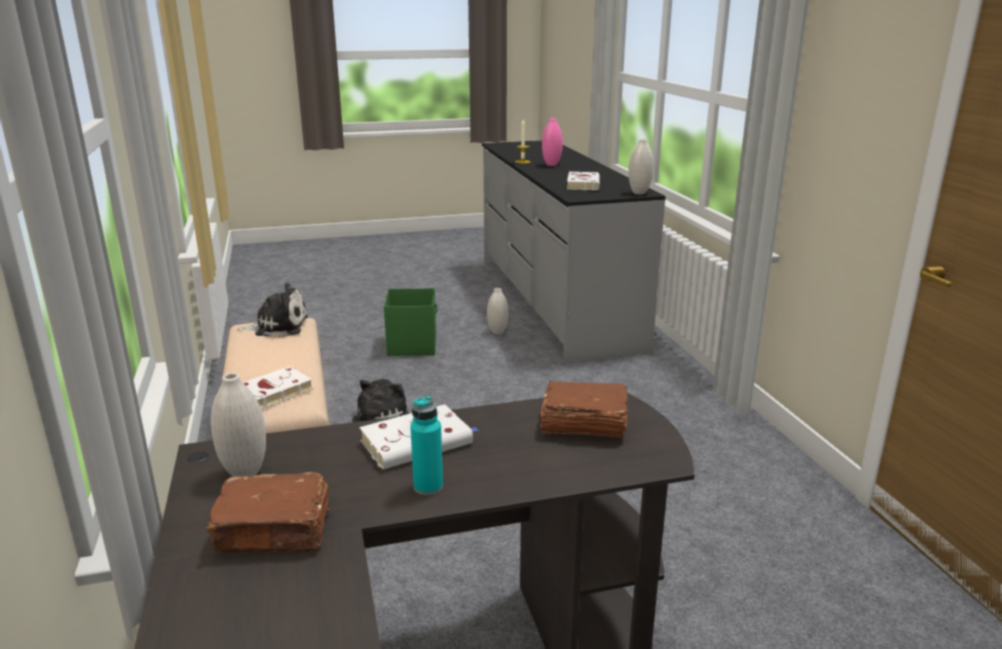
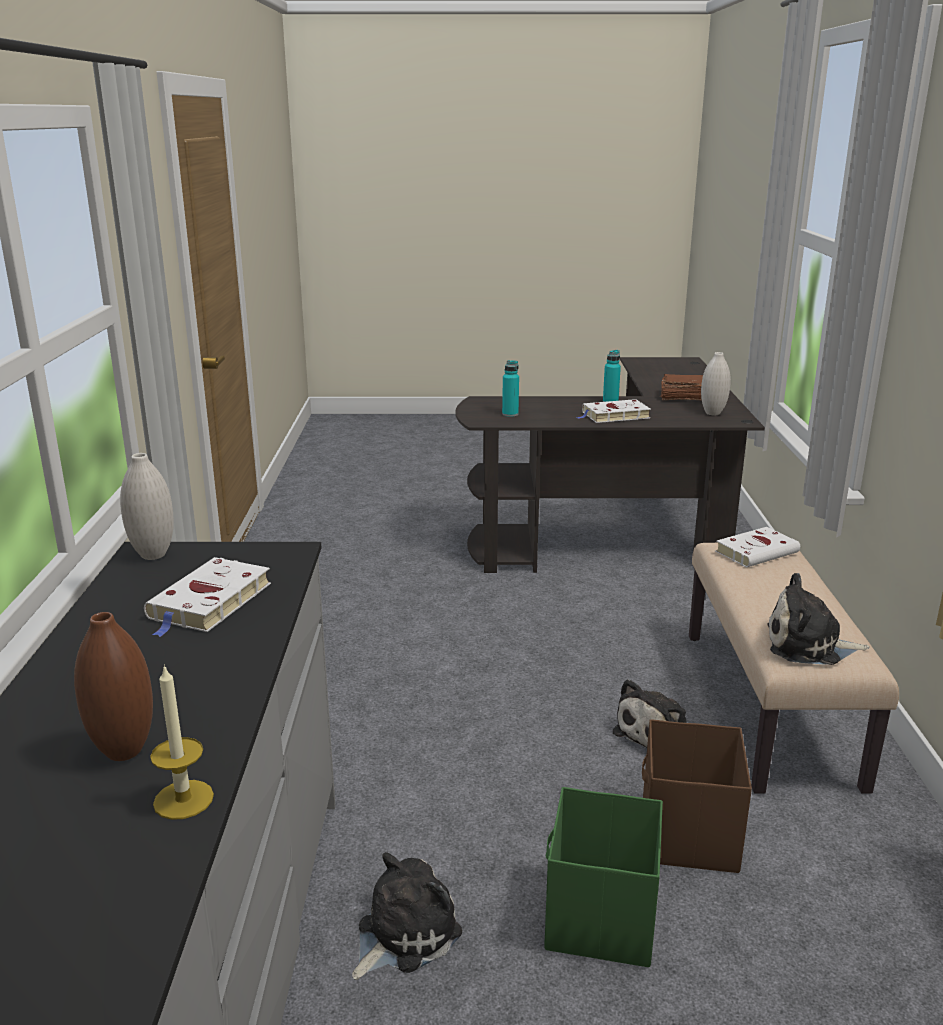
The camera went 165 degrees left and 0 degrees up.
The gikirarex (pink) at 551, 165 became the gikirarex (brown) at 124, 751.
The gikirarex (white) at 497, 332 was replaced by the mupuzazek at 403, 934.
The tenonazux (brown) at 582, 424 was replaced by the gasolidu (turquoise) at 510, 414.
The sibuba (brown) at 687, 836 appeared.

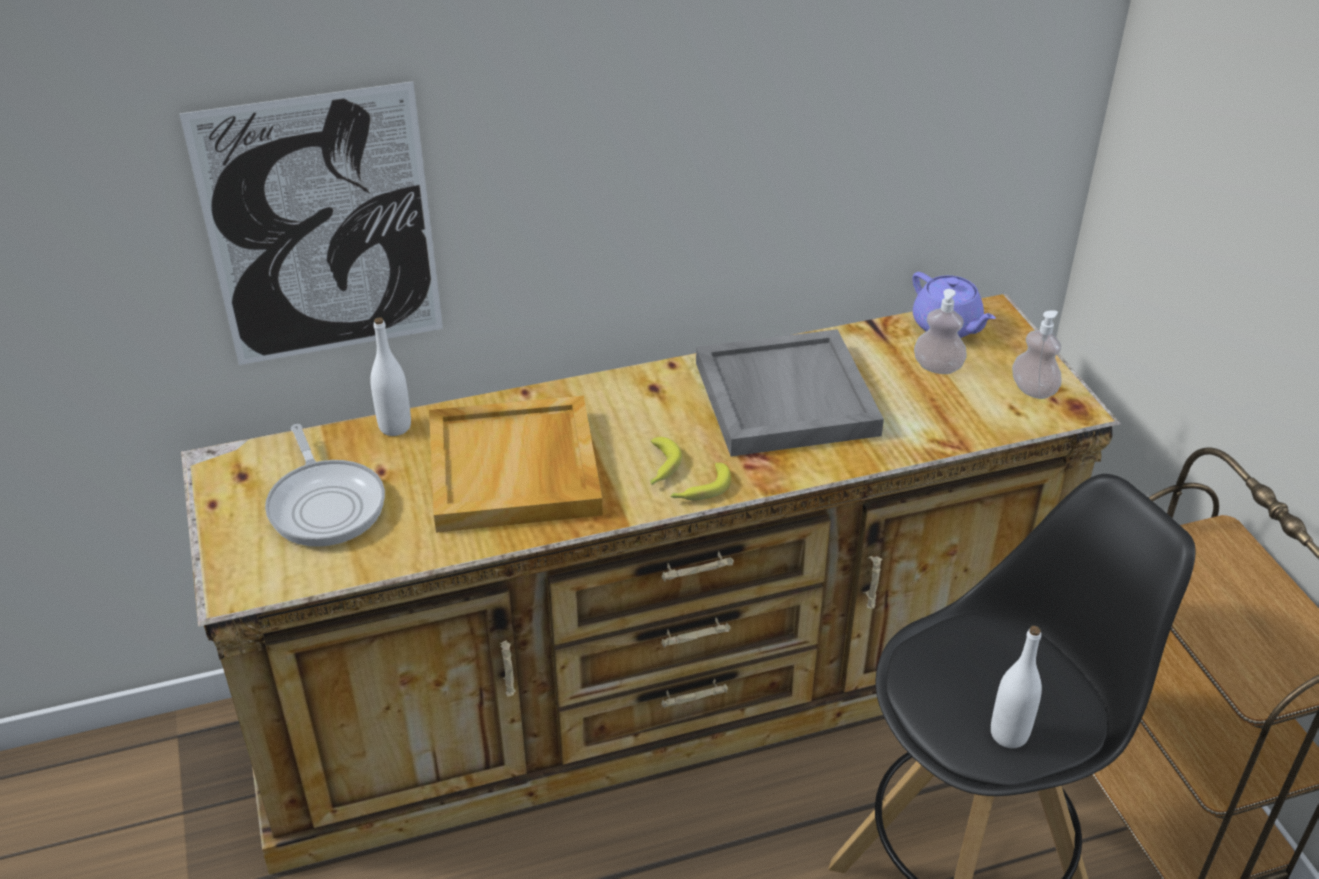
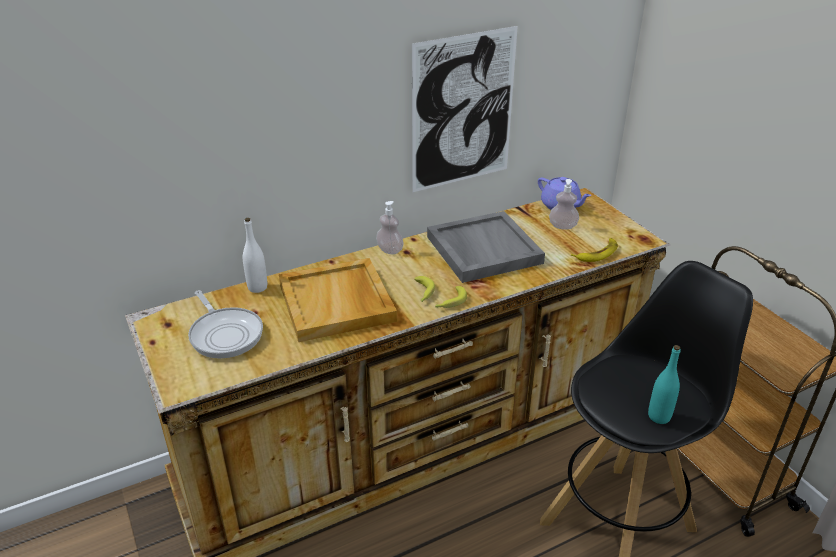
The camera went 10 degrees left and 5 degrees down.
The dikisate moved from 321, 229 to 463, 111.
The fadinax moved from 1033, 390 to 390, 250.
The gasolidu (white) at 1009, 734 became the gasolidu (turquoise) at 659, 416.
The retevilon at 597, 253 appeared.

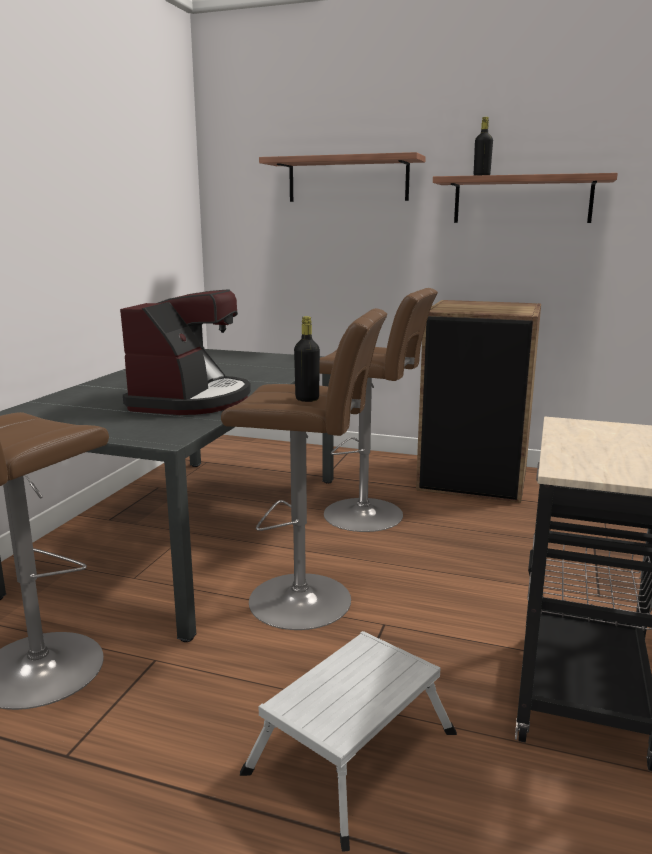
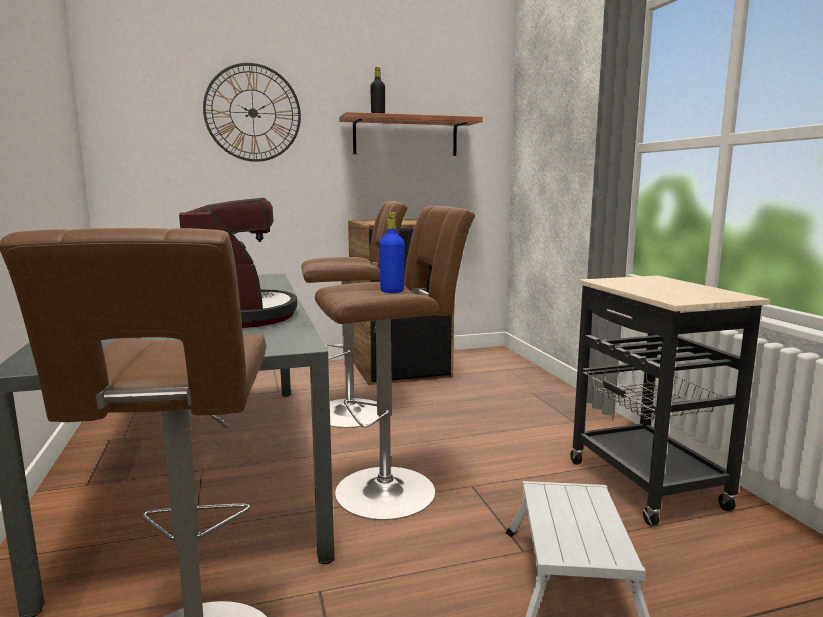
The camera went 35 degrees left and 5 degrees down.
The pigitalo at 348, 180 was replaced by the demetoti at 253, 113.
The gasolidu (black) at 307, 399 became the gasolidu (blue) at 392, 291.

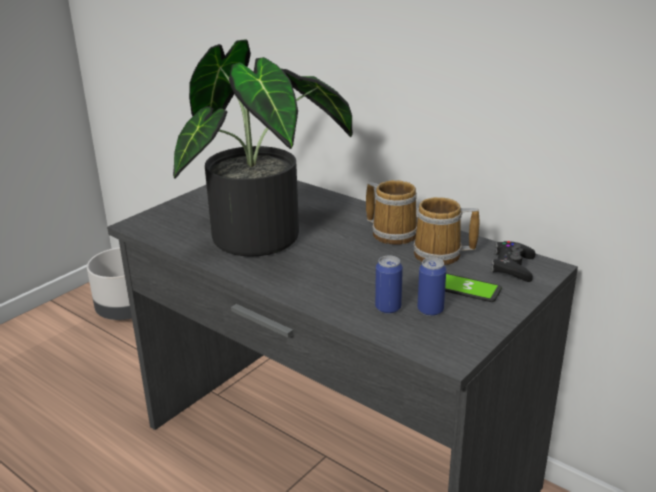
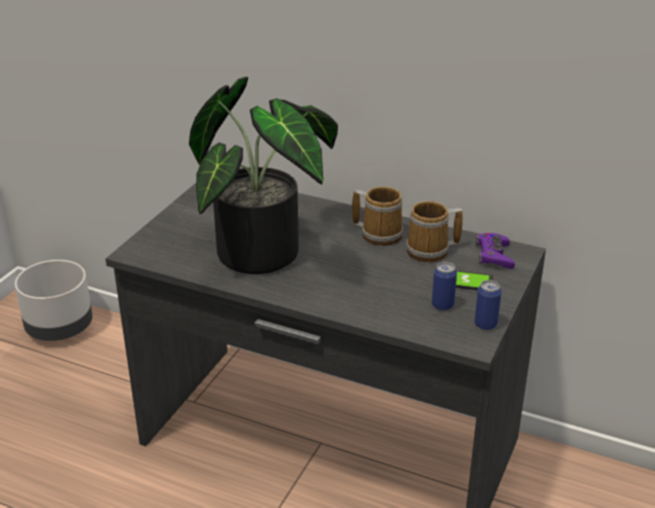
The camera went 15 degrees left and 5 degrees up.
The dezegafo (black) at 512, 267 became the dezegafo (purple) at 494, 256.
The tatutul moved from 388, 308 to 485, 324.

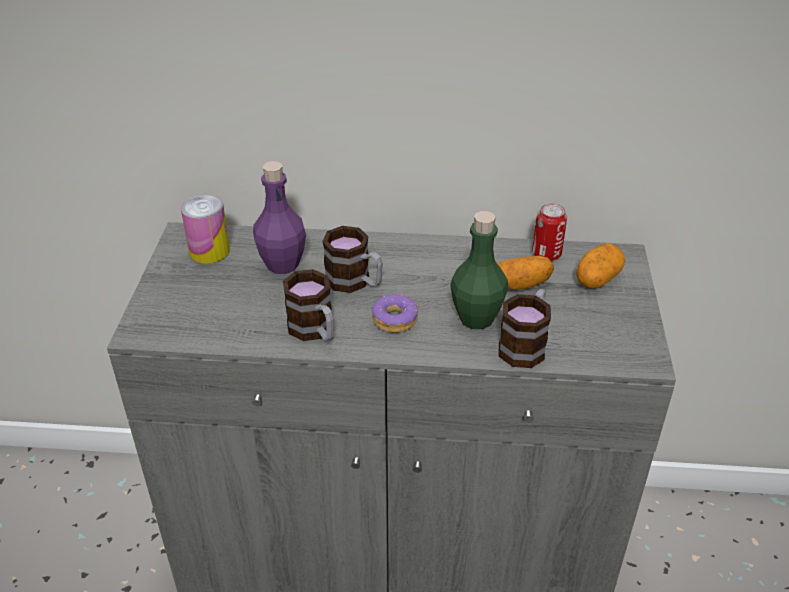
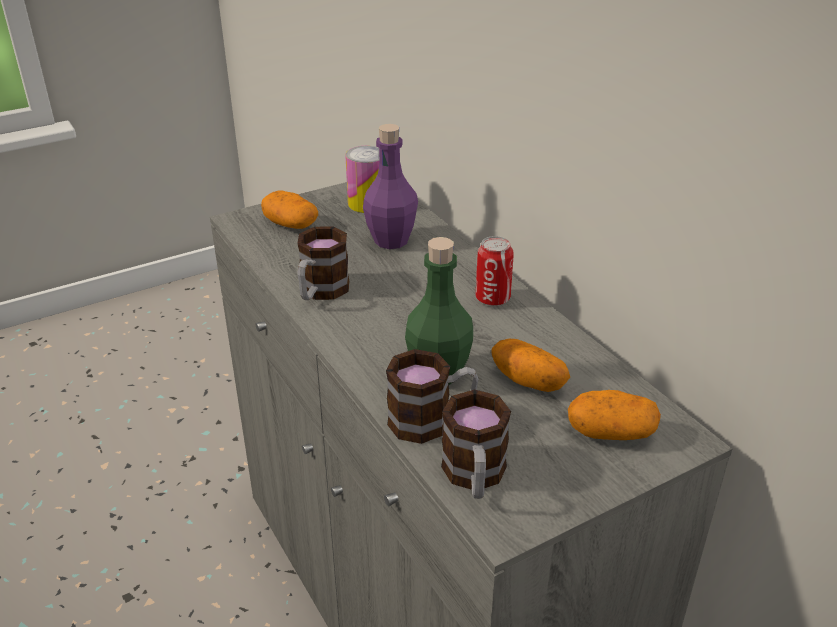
The camera went 55 degrees right and 5 degrees down.
The tatutul moved from 546, 254 to 492, 298.
The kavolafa moved from 355, 282 to 474, 477.
The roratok at 394, 319 disappeared.
The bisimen at 290, 225 appeared.

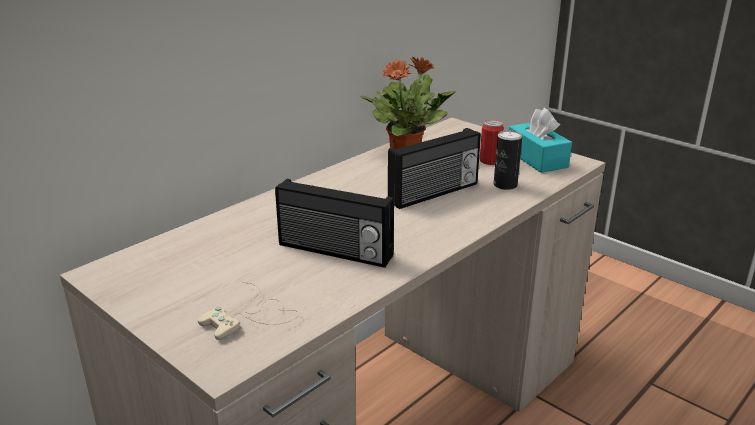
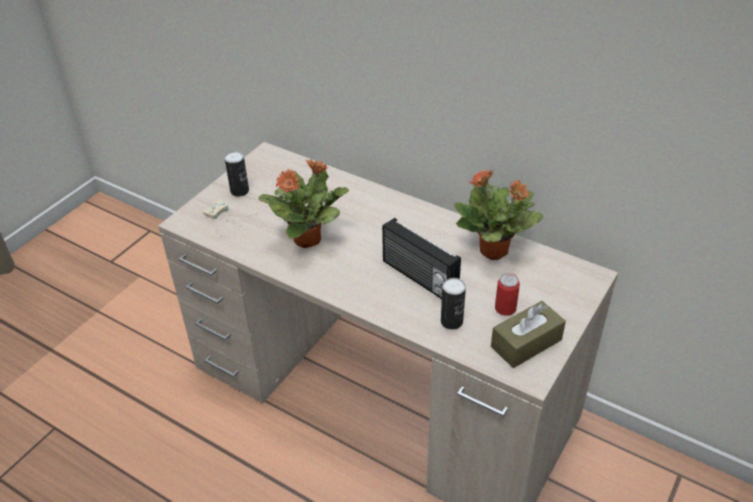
The camera went 80 degrees right and 15 degrees up.
The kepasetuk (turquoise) at 537, 159 became the kepasetuk (brown) at 526, 343.
The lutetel at 334, 252 was replaced by the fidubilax at 308, 239.
The tatutul at 239, 191 appeared.

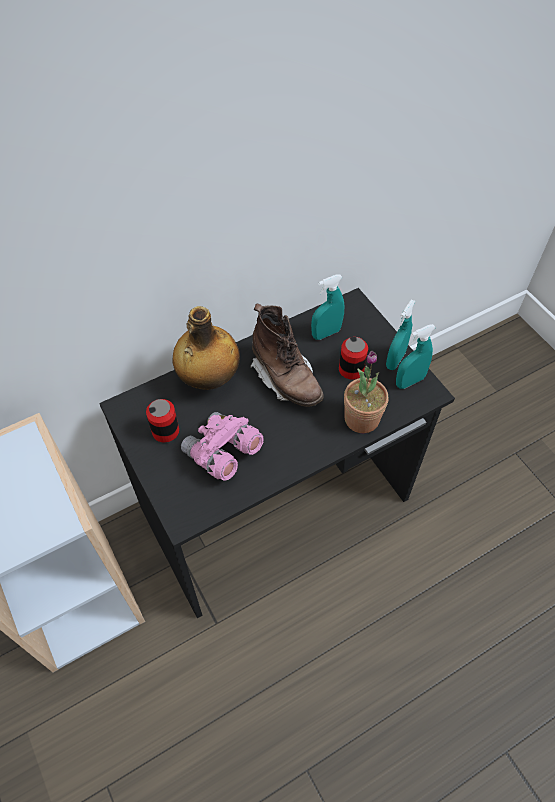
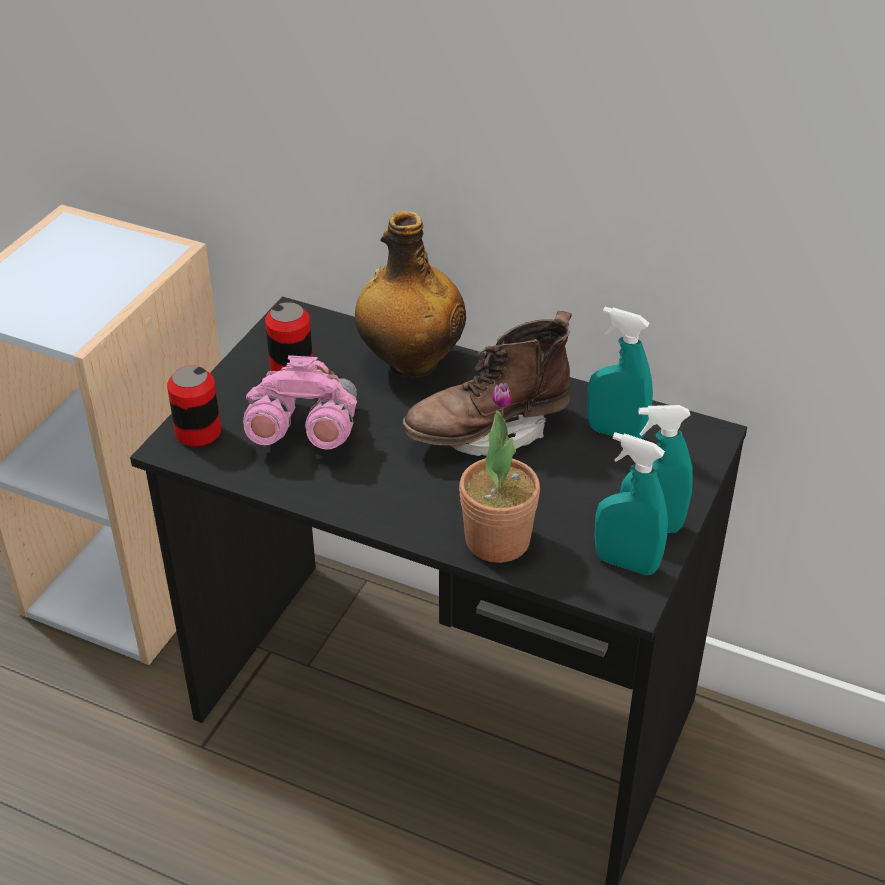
The camera went 55 degrees right and 15 degrees down.
The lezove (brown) at 285, 378 turned 45 degrees clockwise.
The tatutul moved from 351, 369 to 198, 432.

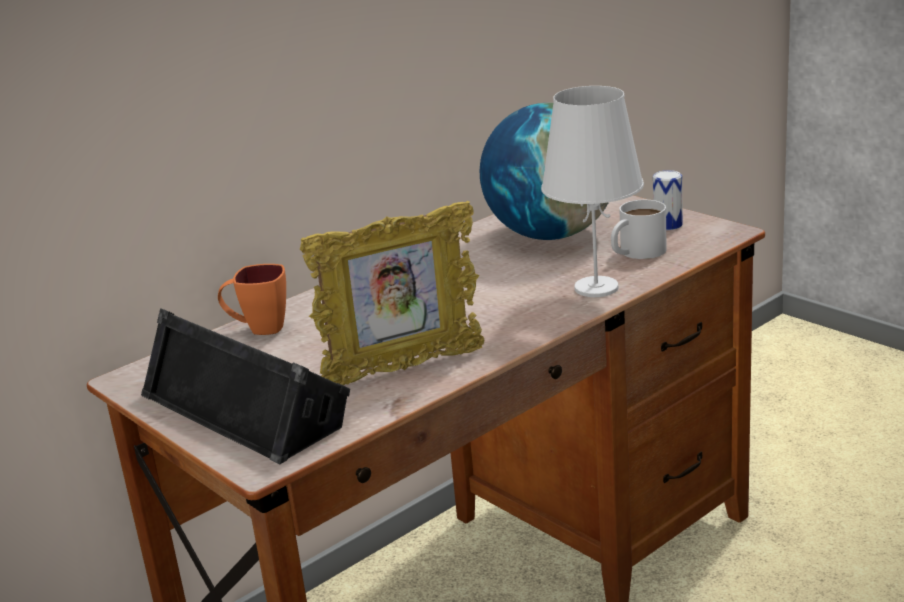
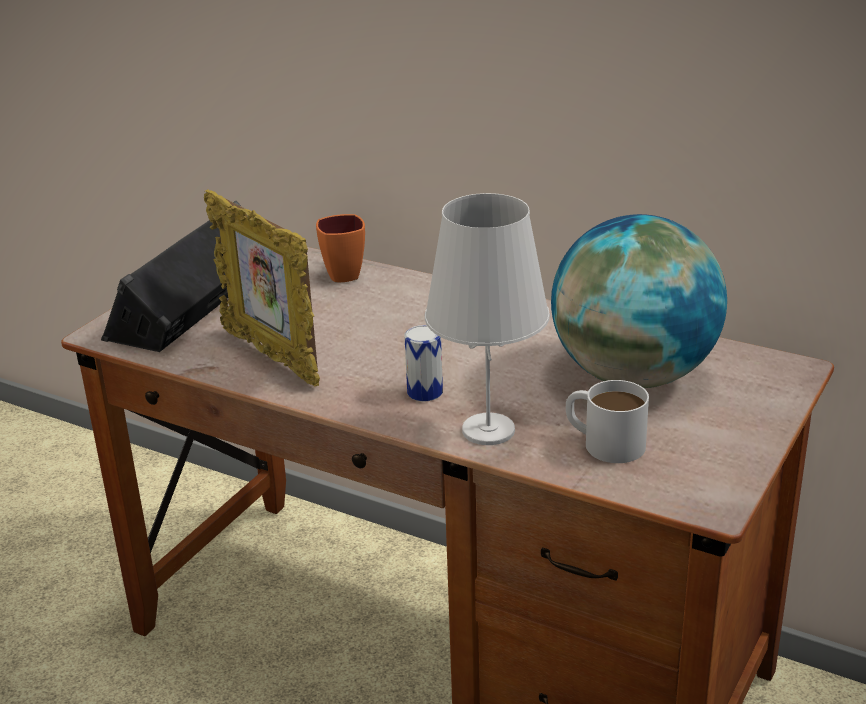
The camera went 70 degrees right and 5 degrees up.
The tatutul moved from 668, 225 to 425, 392.

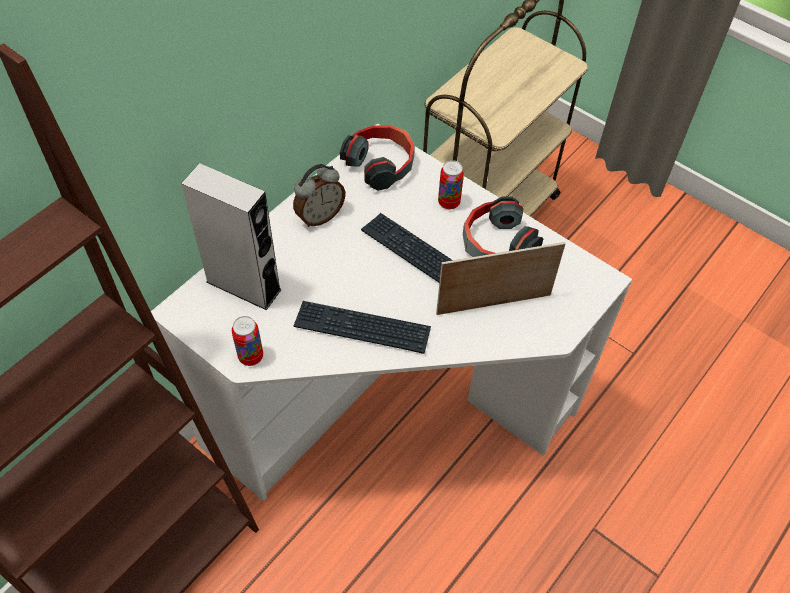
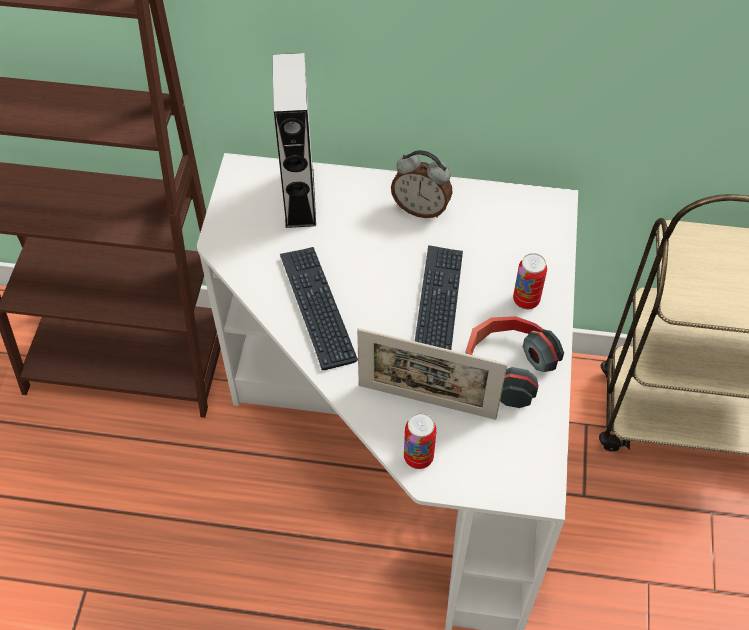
The camera went 60 degrees right and 0 degrees up.
The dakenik at 381, 164 disappeared.
The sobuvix at 493, 304 turned 150 degrees clockwise.
The tatutul moved from 251, 356 to 418, 457.

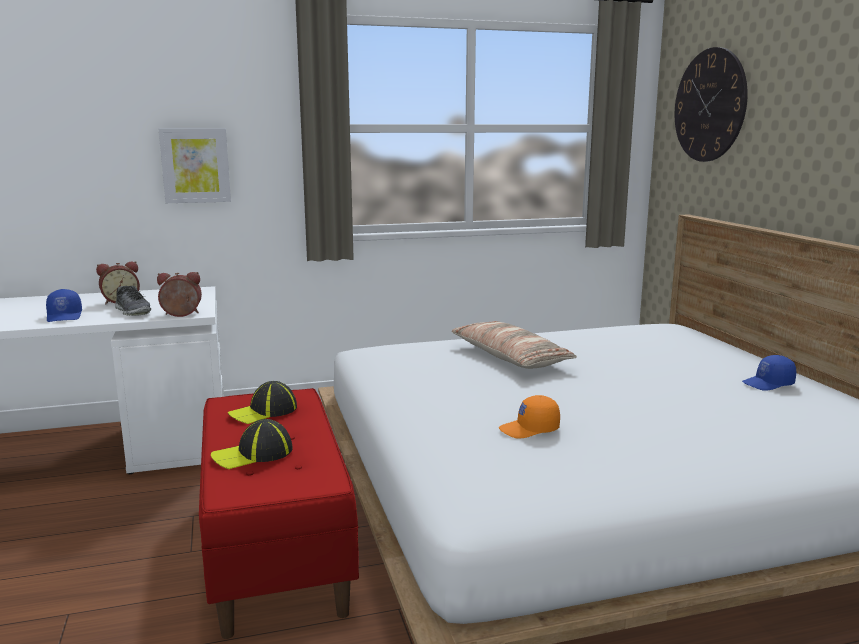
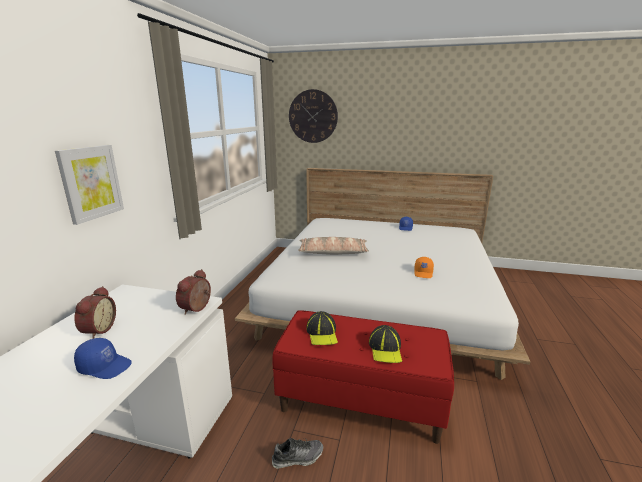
The camera went 60 degrees left and 5 degrees up.
The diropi moved from 133, 311 to 298, 457.

